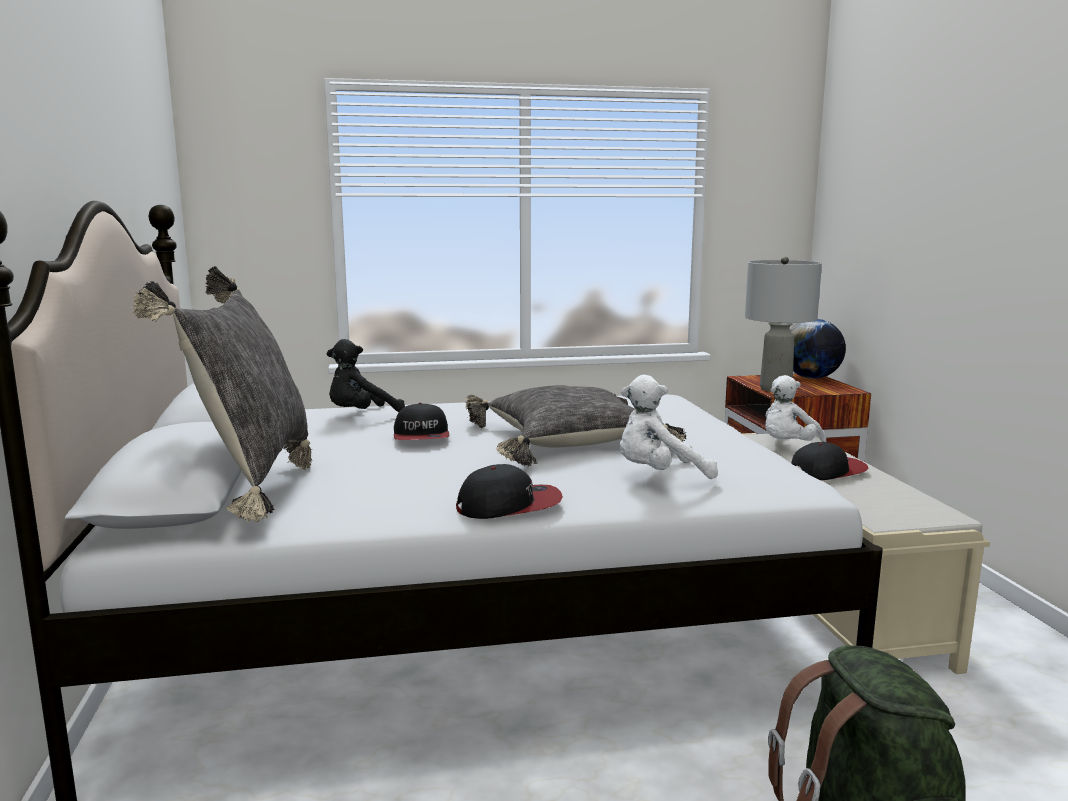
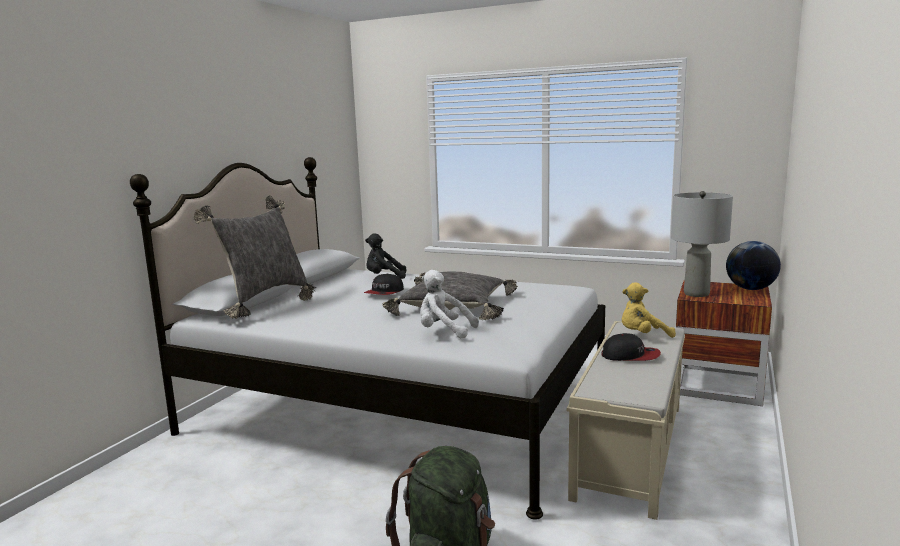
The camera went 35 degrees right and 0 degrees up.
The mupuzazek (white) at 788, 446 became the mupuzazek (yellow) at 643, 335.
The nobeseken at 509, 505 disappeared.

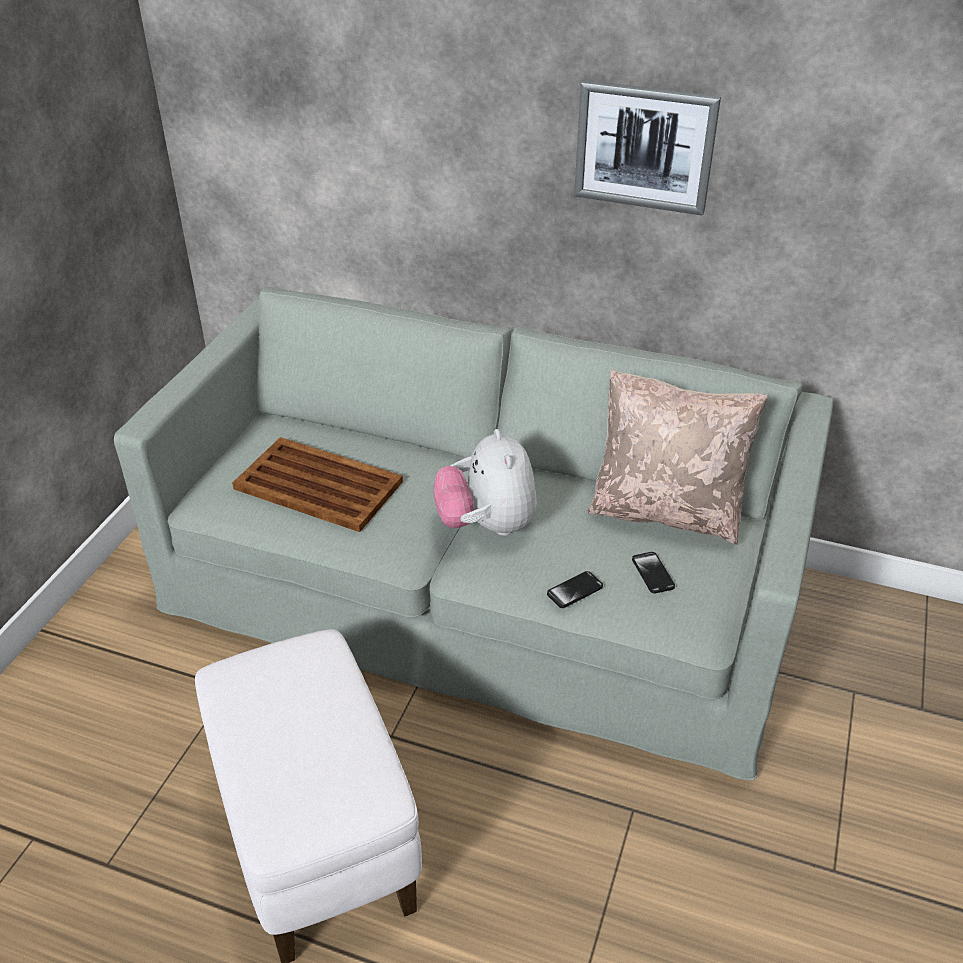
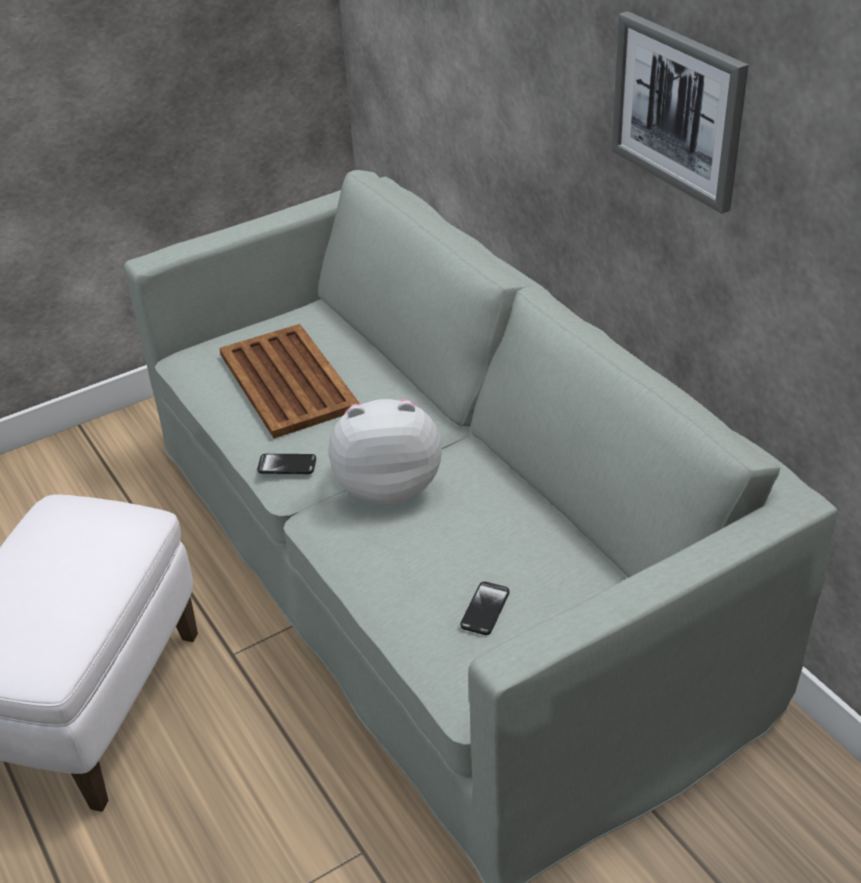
The camera went 40 degrees right and 0 degrees up.
The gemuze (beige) at 666, 511 disappeared.
The mupuzazek at 487, 525 turned 60 degrees clockwise.
The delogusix moved from 574, 590 to 287, 465.

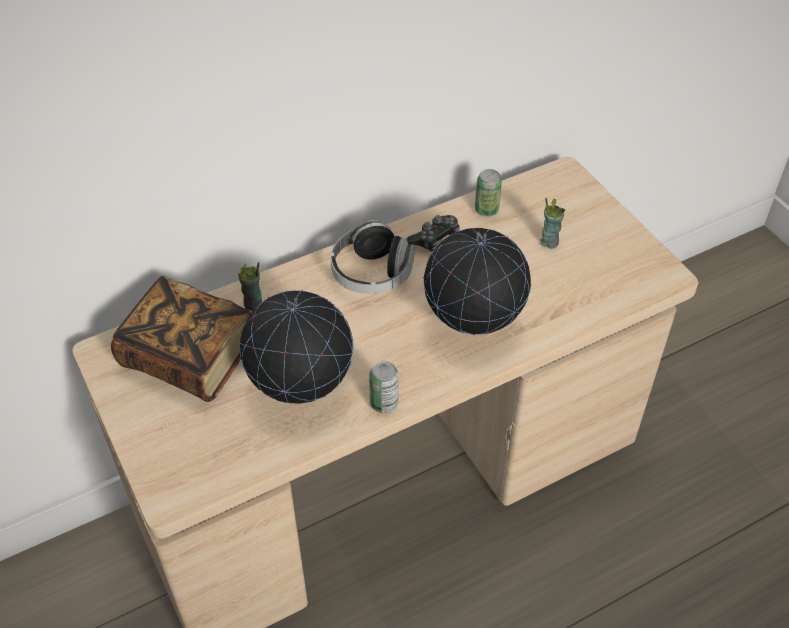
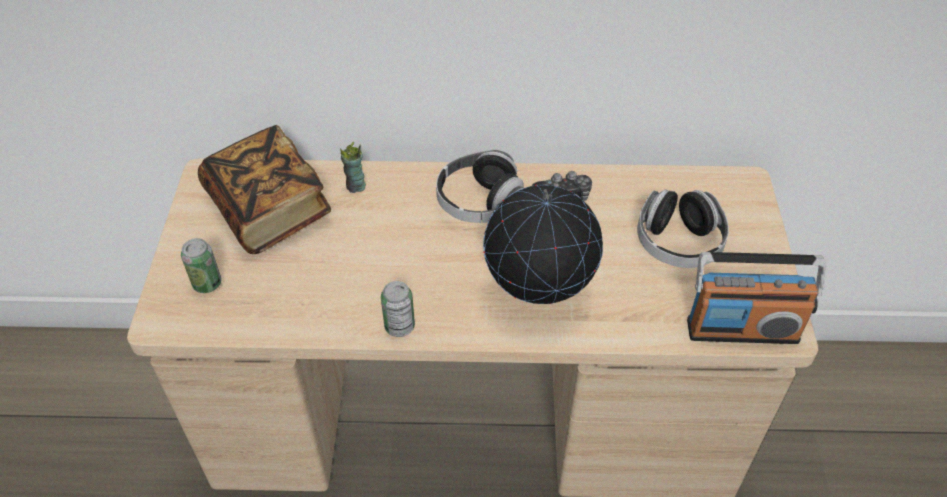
The camera went 30 degrees right and 0 degrees up.
The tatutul moved from 486, 210 to 207, 283.
The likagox at 549, 242 was replaced by the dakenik at 678, 243.
The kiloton at 302, 391 disappeared.
The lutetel at 742, 329 appeared.

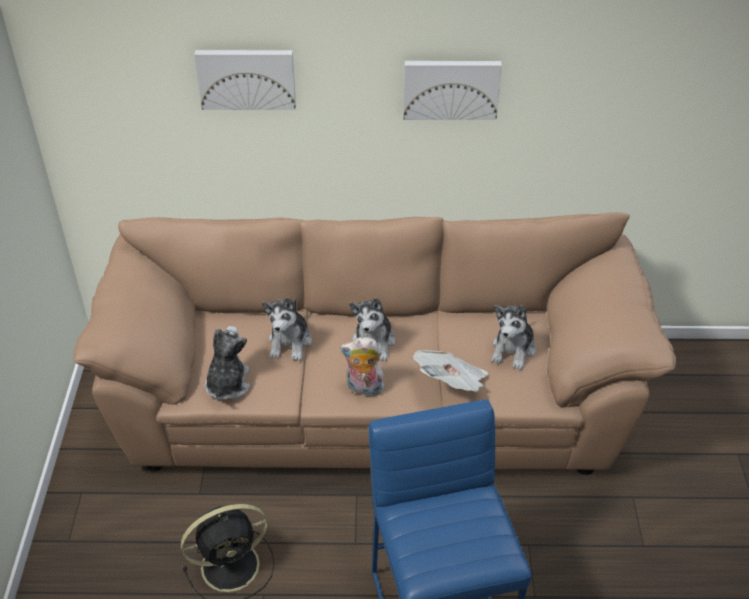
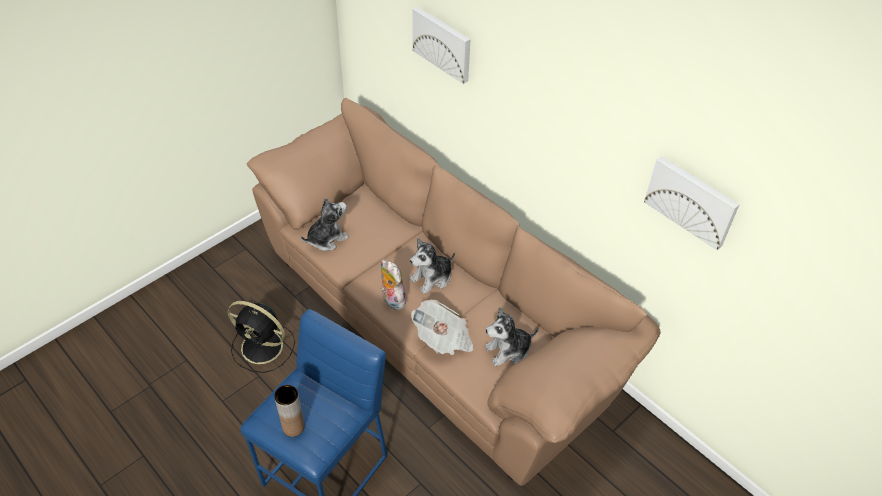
The camera went 45 degrees right and 5 degrees up.
The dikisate moved from 451, 88 to 692, 201.
The mupuzazek at 290, 342 disappeared.
The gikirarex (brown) at 293, 427 appeared.

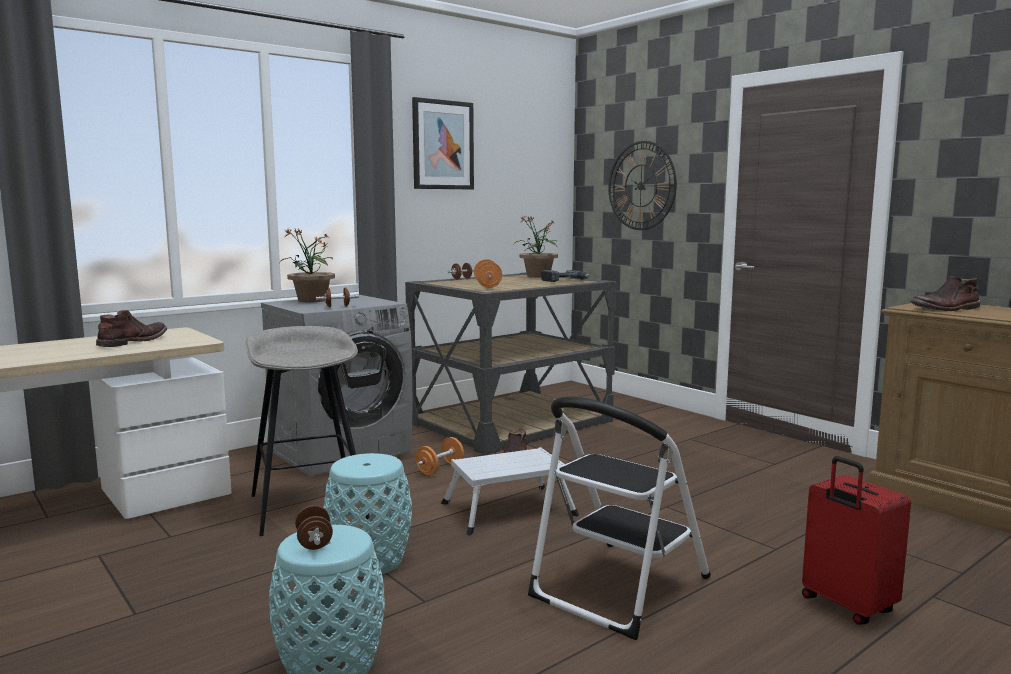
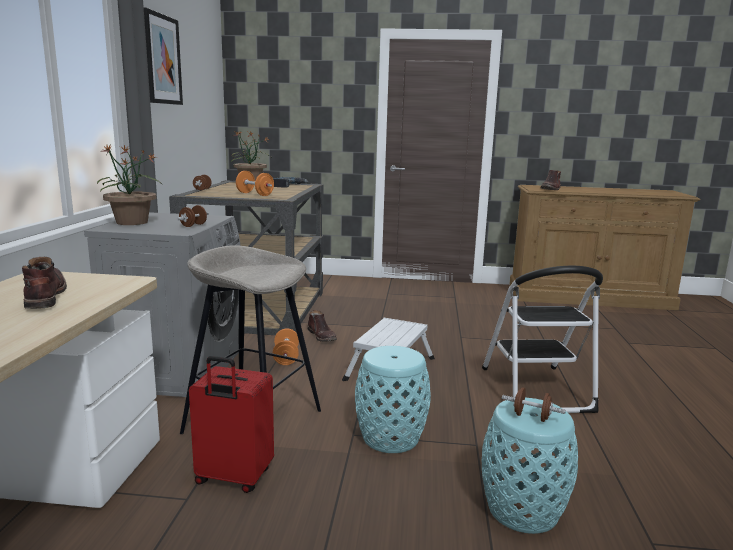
The camera went 45 degrees left and 5 degrees up.
The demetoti at 641, 185 disappeared.
The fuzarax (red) moved from 846, 606 to 233, 478.

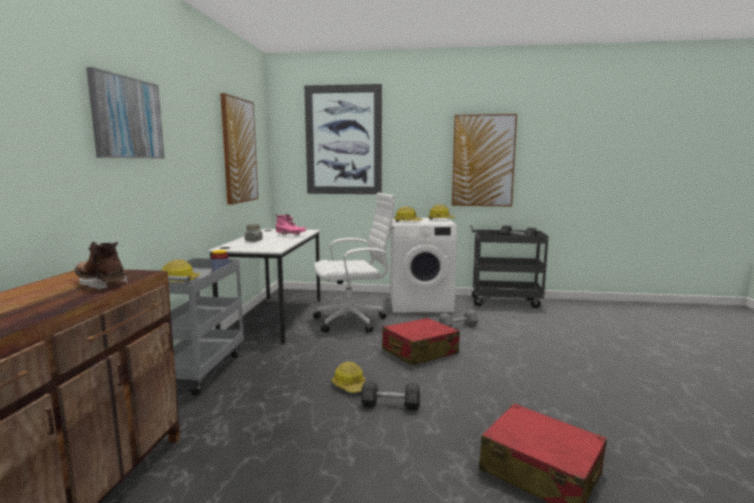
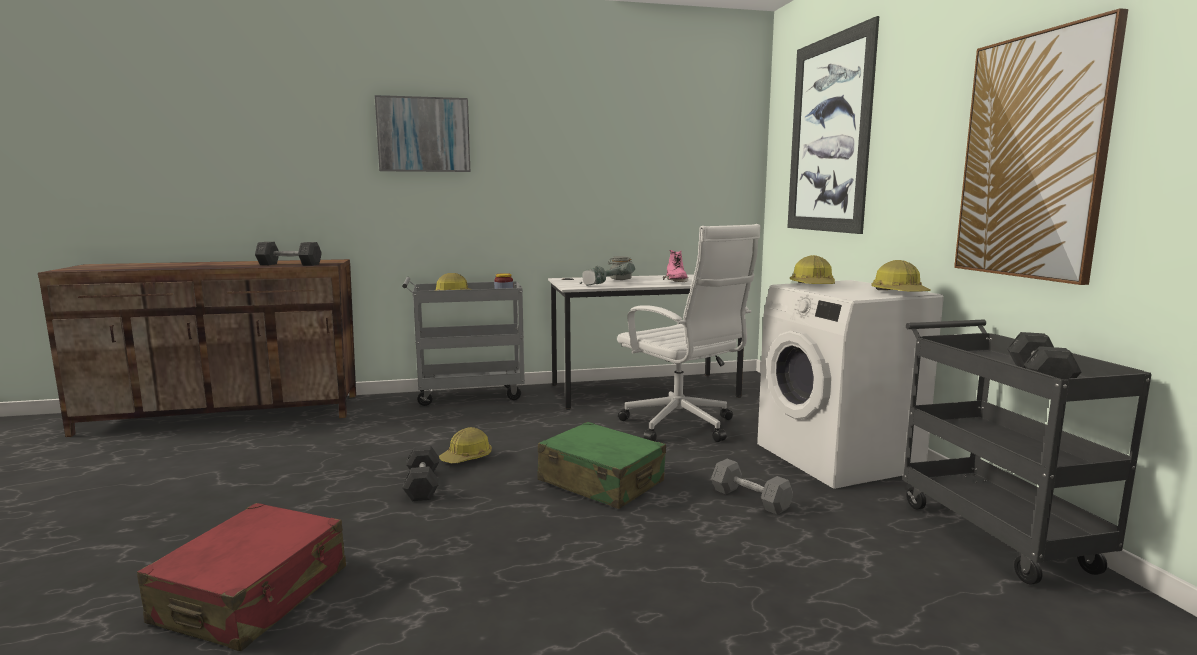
The camera went 70 degrees right and 0 degrees up.
The dikisate at 239, 151 disappeared.
The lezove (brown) at 100, 284 was replaced by the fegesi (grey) at 289, 264.
The fuzarax (red) at 419, 352 became the fuzarax (green) at 601, 482.
The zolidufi at 606, 284 appeared.

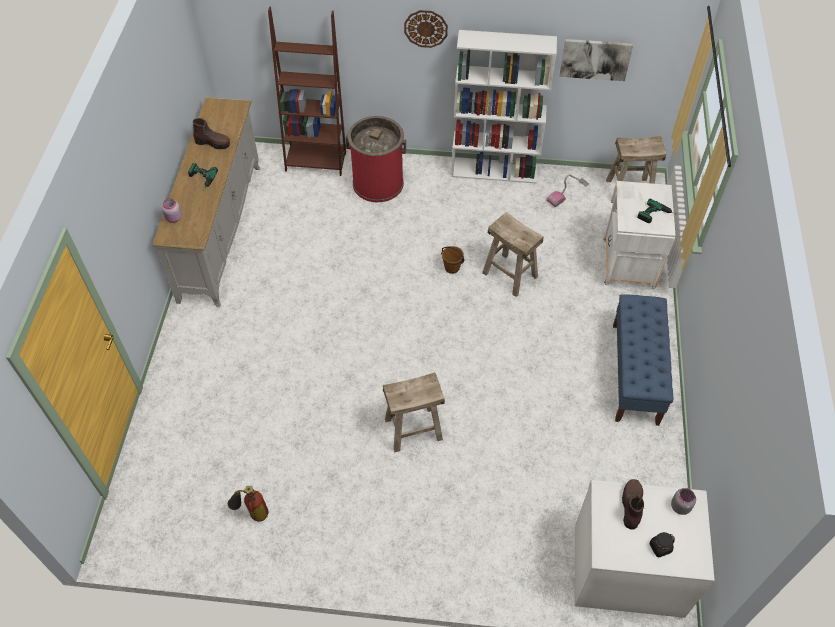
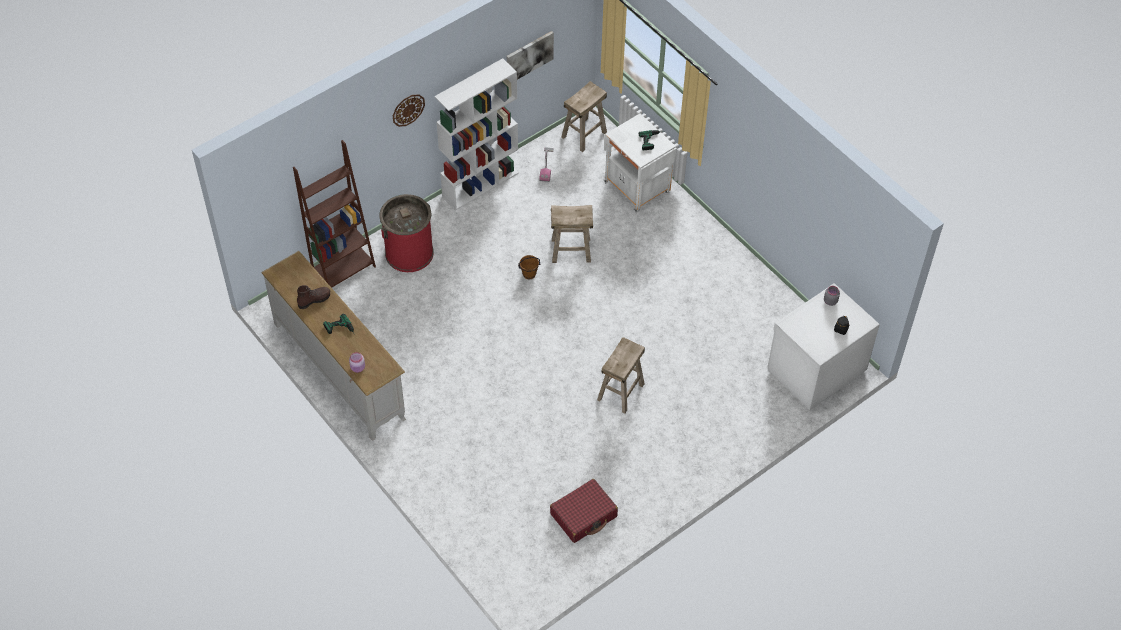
The camera went 45 degrees left and 0 degrees up.
The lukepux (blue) at 635, 373 disappeared.
The lezove (brown) at 631, 505 disappeared.
The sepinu at 252, 513 was replaced by the fuzarax (red) at 584, 515.

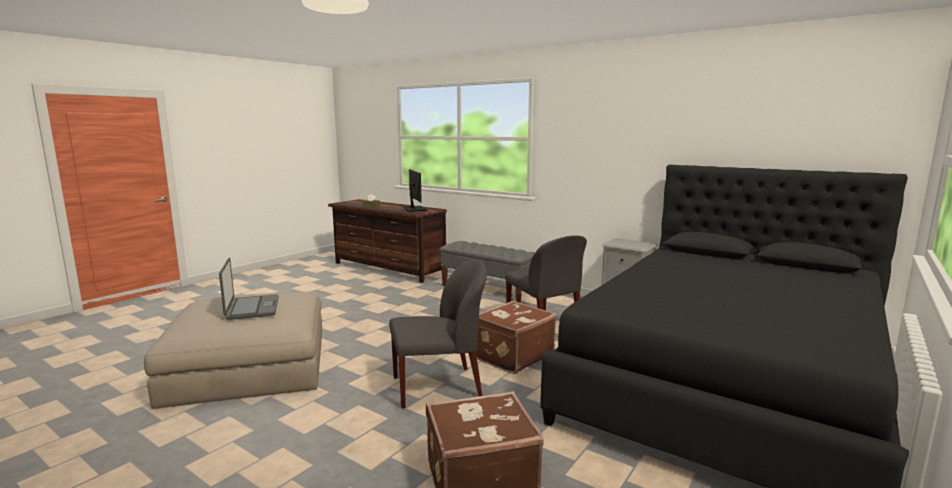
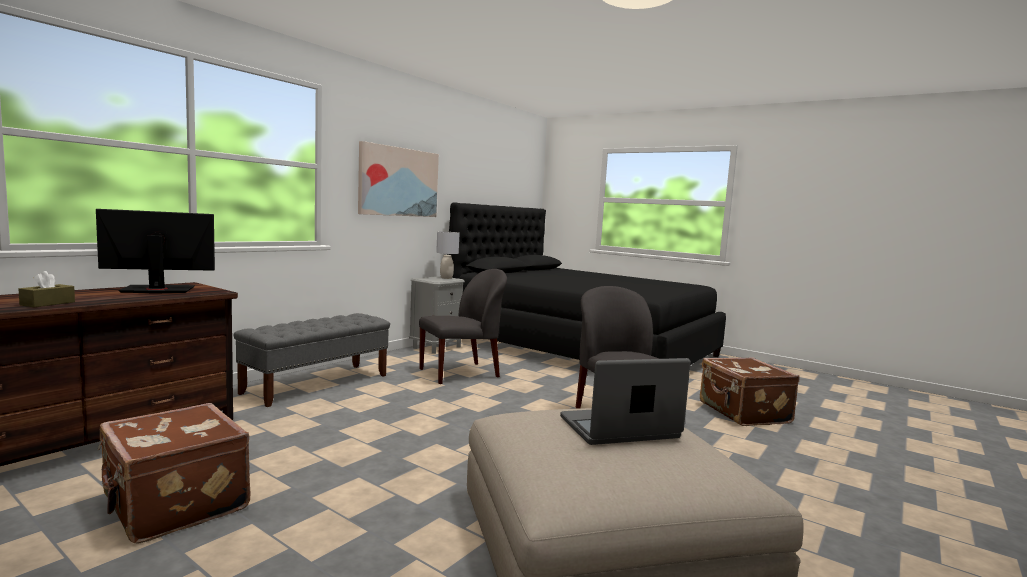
The camera went 90 degrees left and 5 degrees down.
The fuzarax (brown) moved from 511, 356 to 174, 505.
The dikisate at 398, 182 appeared.
The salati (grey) at 446, 278 appeared.

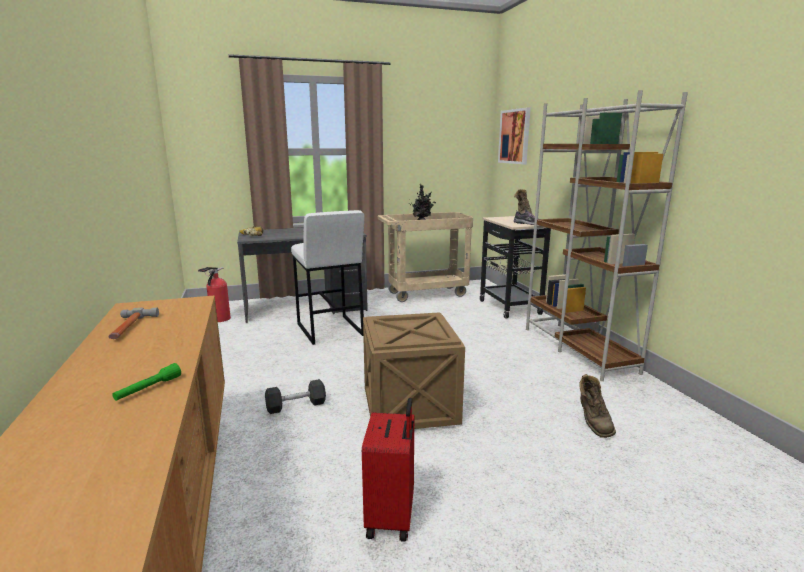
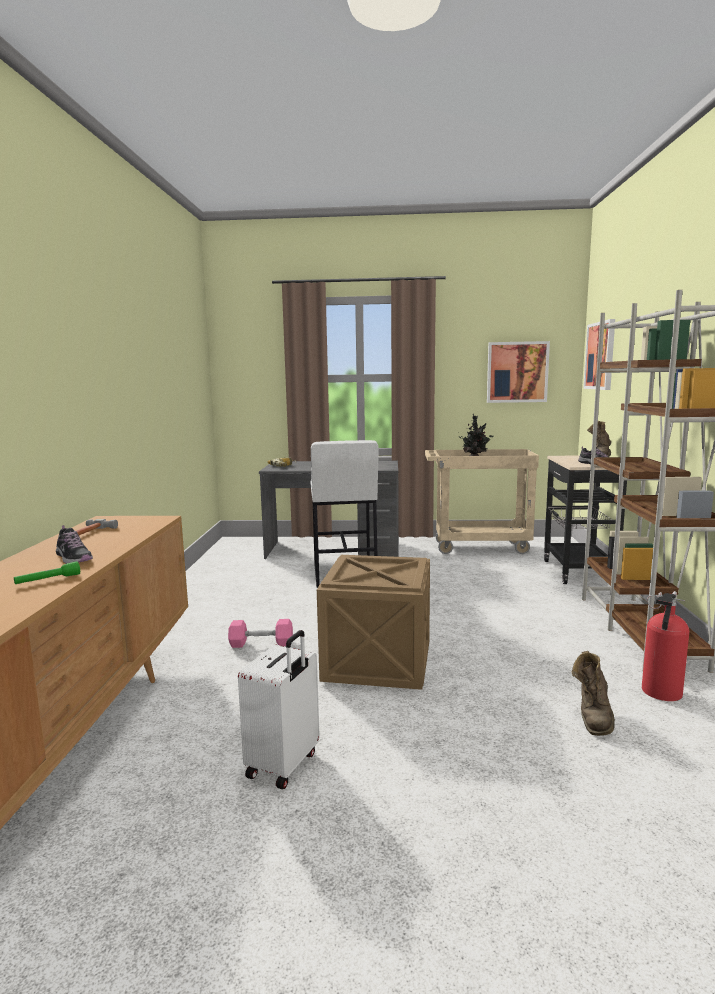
The camera went 20 degrees right and 5 degrees down.
The sepinu moved from 219, 319 to 660, 693.
The fegesi (grey) at 296, 405 became the fegesi (pink) at 261, 643.
The fuzarax (red) at 392, 518 became the fuzarax (white) at 284, 765.
The dikisate at 517, 372 appeared.
The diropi at 73, 558 appeared.

